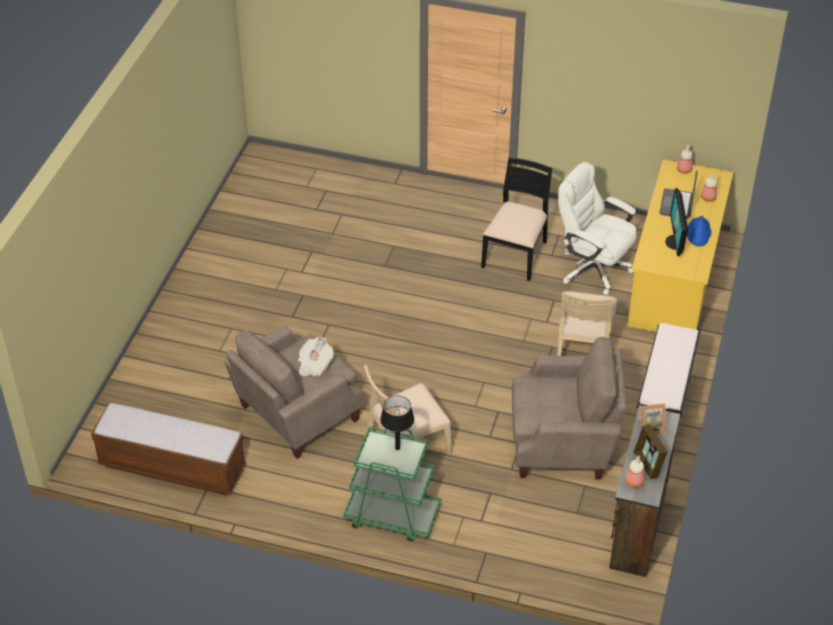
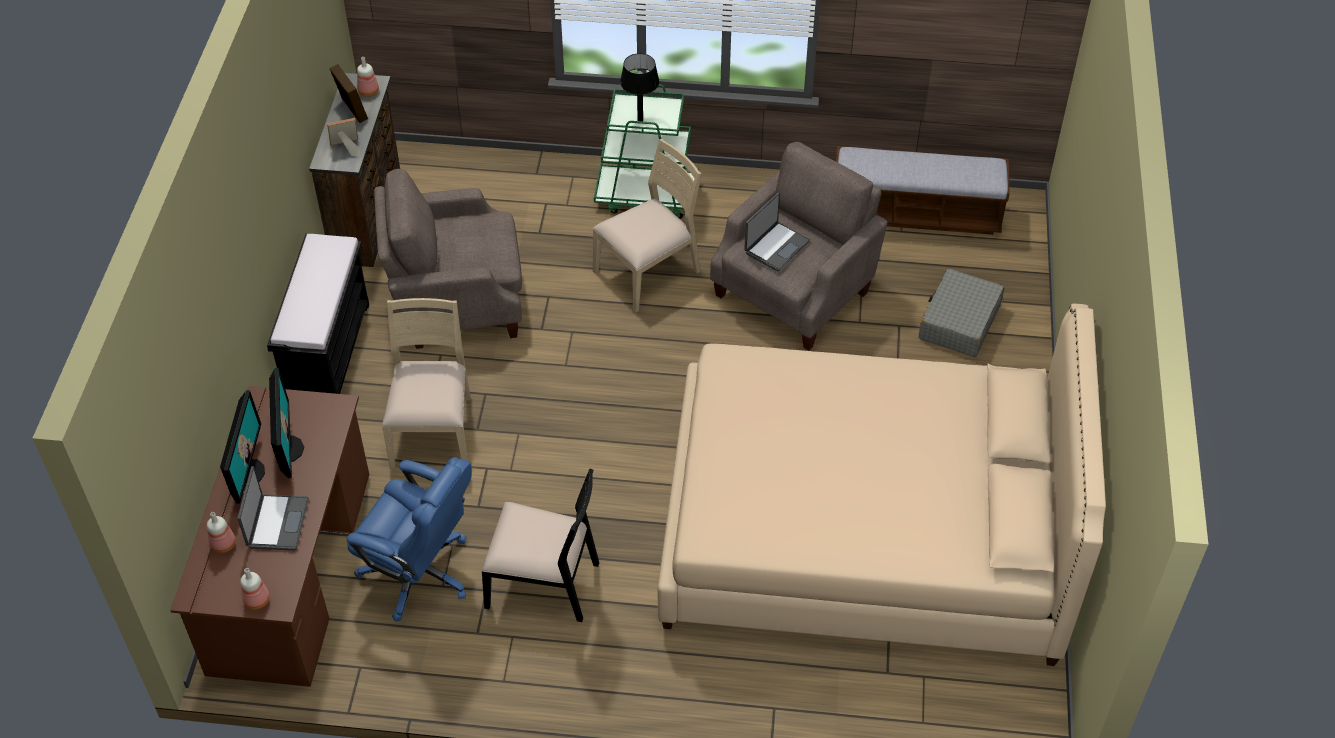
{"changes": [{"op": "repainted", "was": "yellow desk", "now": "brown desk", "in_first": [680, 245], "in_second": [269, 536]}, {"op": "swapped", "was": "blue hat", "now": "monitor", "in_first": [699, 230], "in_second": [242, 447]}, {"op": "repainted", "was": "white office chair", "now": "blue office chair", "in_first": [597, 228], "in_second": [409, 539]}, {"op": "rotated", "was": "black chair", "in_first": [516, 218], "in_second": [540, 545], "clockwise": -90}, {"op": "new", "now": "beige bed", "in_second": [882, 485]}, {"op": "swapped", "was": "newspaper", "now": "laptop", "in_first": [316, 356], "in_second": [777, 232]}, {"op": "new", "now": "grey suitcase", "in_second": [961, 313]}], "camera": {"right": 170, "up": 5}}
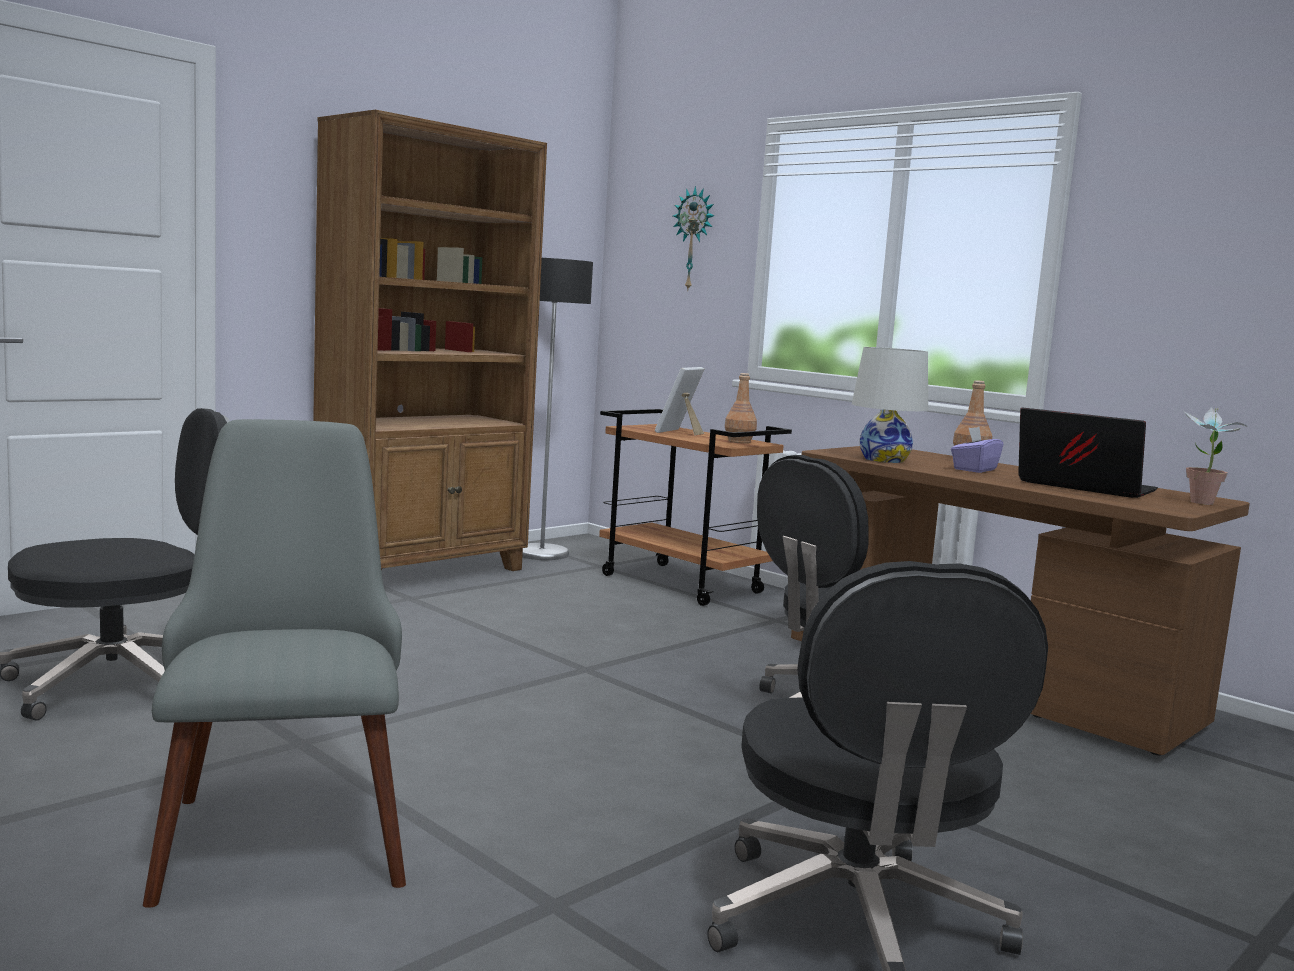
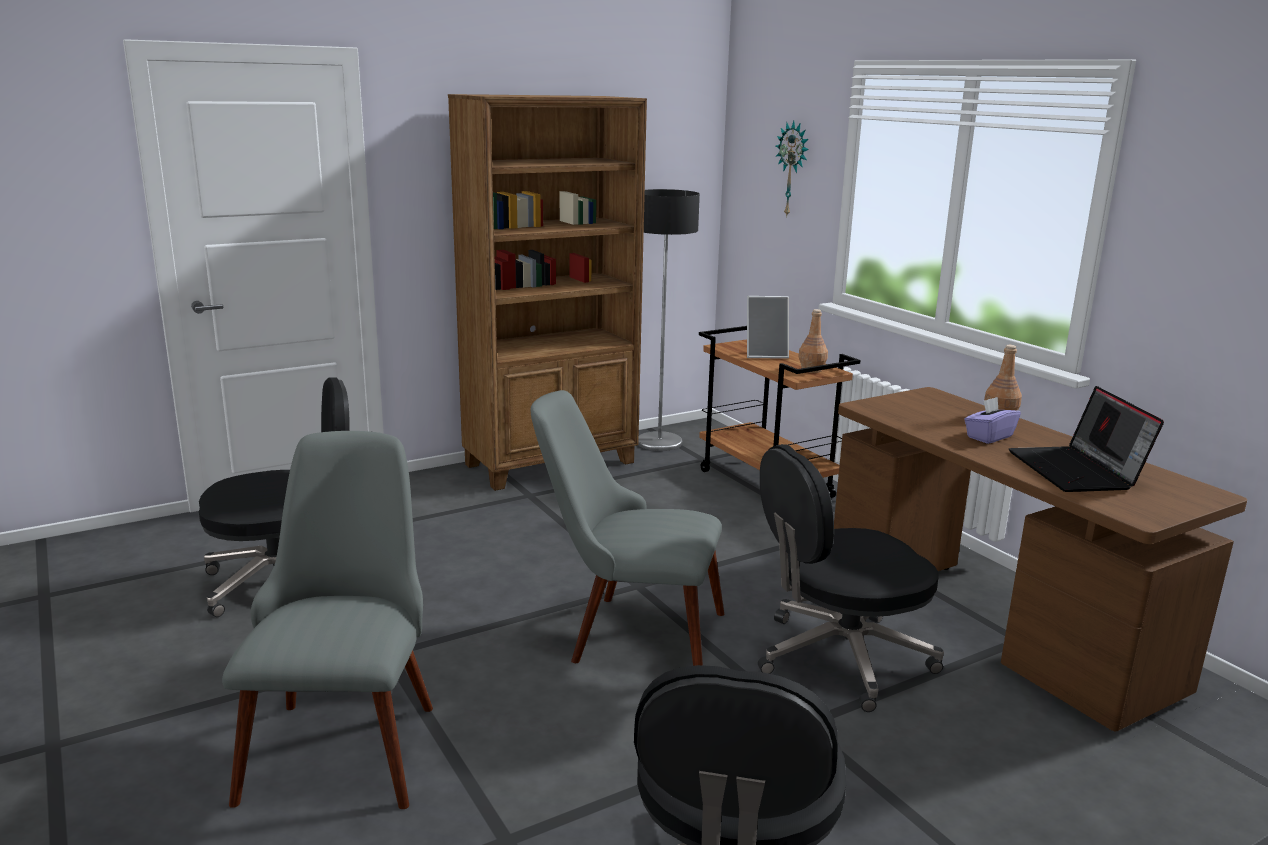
{"changes": [{"op": "new", "now": "grey chair", "in_second": [627, 528]}, {"op": "rotated", "was": "picture frame", "in_first": [679, 401], "in_second": [768, 327], "clockwise": -135}, {"op": "rotated", "was": "laptop", "in_first": [1088, 453], "in_second": [1086, 439], "clockwise": -150}, {"op": "gone", "was": "white table lamp", "in_first": [890, 405]}, {"op": "gone", "was": "potted plant", "in_first": [1215, 456]}], "camera": {"right": 15, "up": 10}}
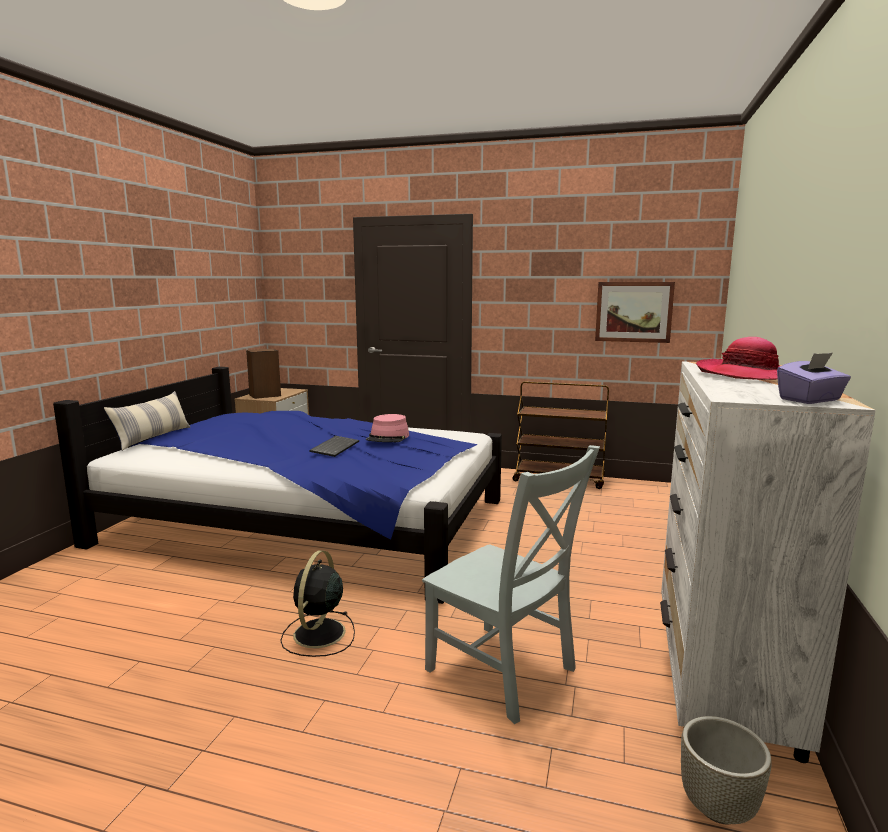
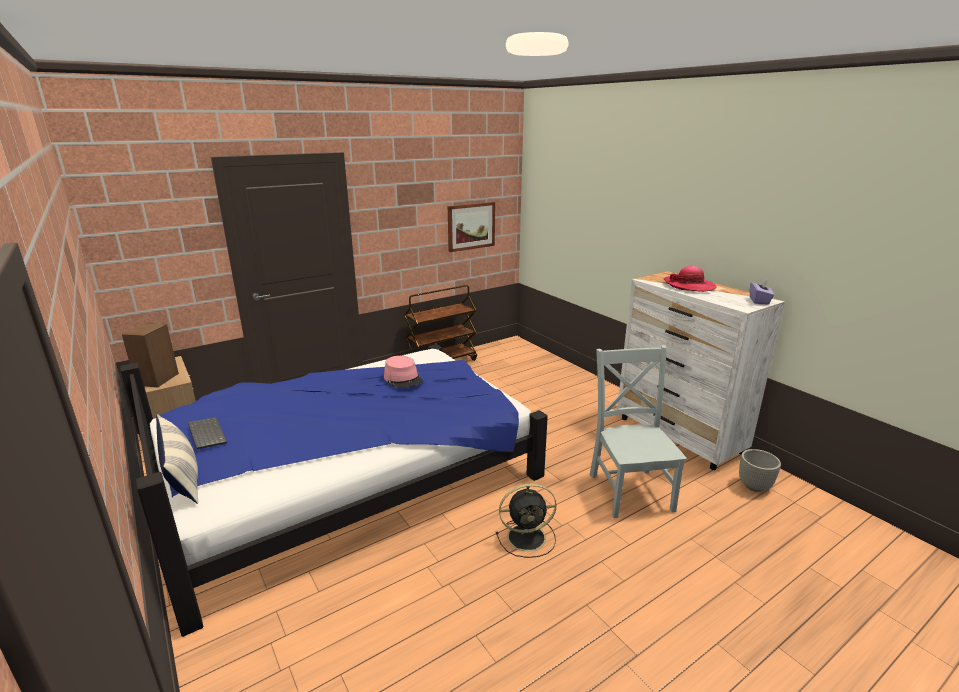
{"changes": [{"op": "shifted", "was": "keyboard", "in_first": [334, 446], "in_second": [207, 433]}, {"op": "rotated", "was": "black fan", "in_first": [317, 603], "in_second": [526, 521], "clockwise": -60}, {"op": "rotated", "was": "grey chair", "in_first": [511, 584], "in_second": [638, 431], "clockwise": -90}], "camera": {"right": -50, "up": 10}}
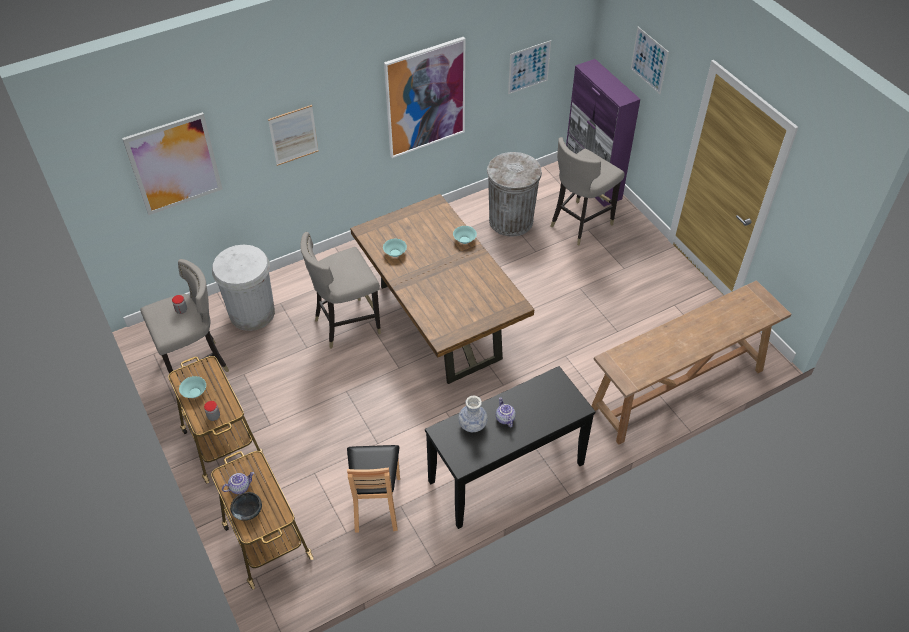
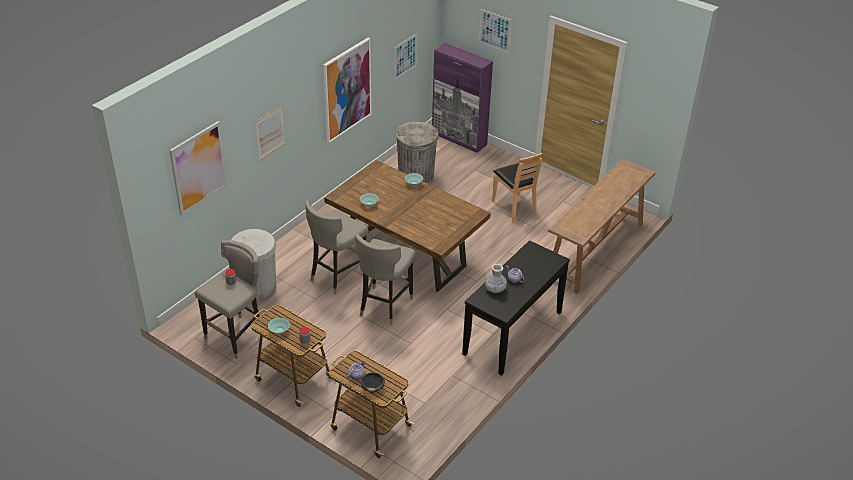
{"changes": [{"op": "shifted", "was": "grey stool", "in_first": [587, 191], "in_second": [385, 279]}, {"op": "shifted", "was": "brown chair", "in_first": [373, 489], "in_second": [517, 188]}], "camera": {"right": -25, "up": -10}}
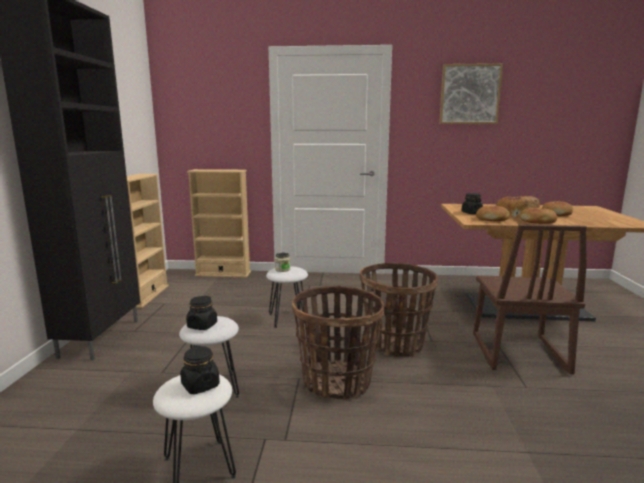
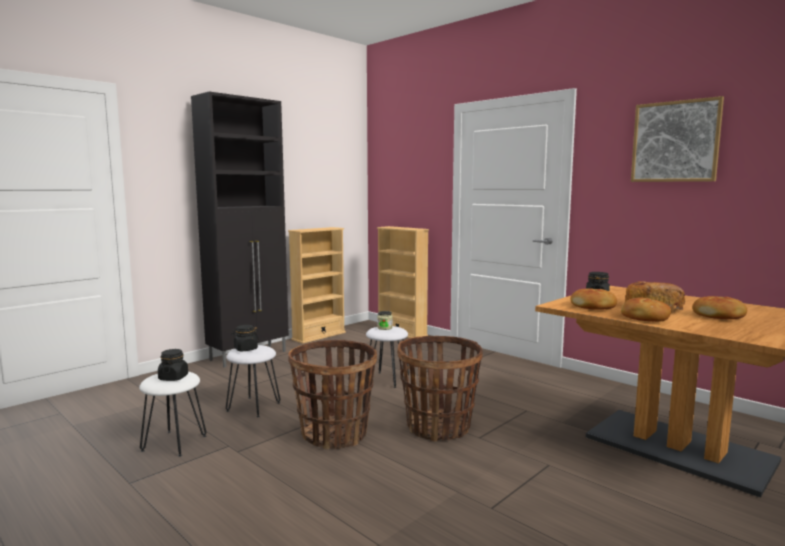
{"changes": [{"op": "gone", "was": "brown chair", "in_first": [530, 299]}], "camera": {"right": 40, "up": -5}}
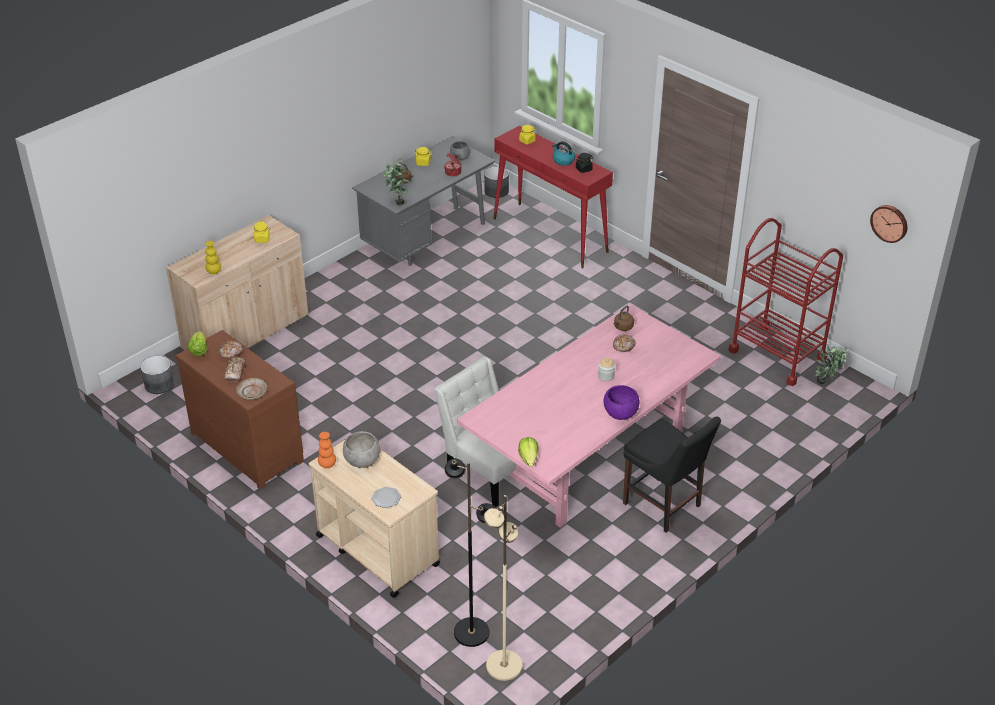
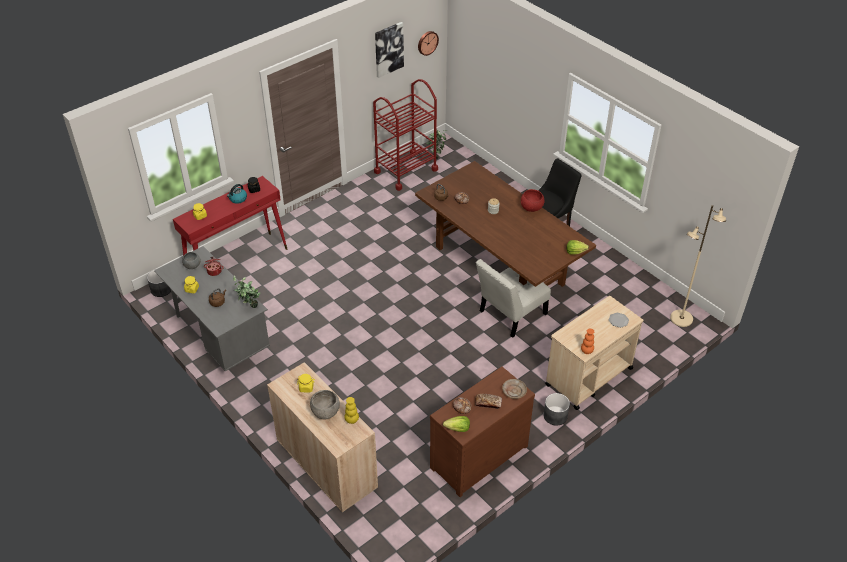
{"changes": [{"op": "shifted", "was": "grey bowl", "in_first": [361, 449], "in_second": [325, 405]}, {"op": "new", "now": "picture", "in_second": [389, 50]}, {"op": "repainted", "was": "pink dining table", "now": "brown dining table", "in_first": [589, 416], "in_second": [505, 224]}, {"op": "repainted", "was": "purple bowl", "now": "red bowl", "in_first": [622, 402], "in_second": [532, 200]}, {"op": "shifted", "was": "grey planter", "in_first": [157, 375], "in_second": [556, 409]}, {"op": "gone", "was": "black floor lamp", "in_first": [470, 553]}], "camera": {"right": -85, "up": 5}}
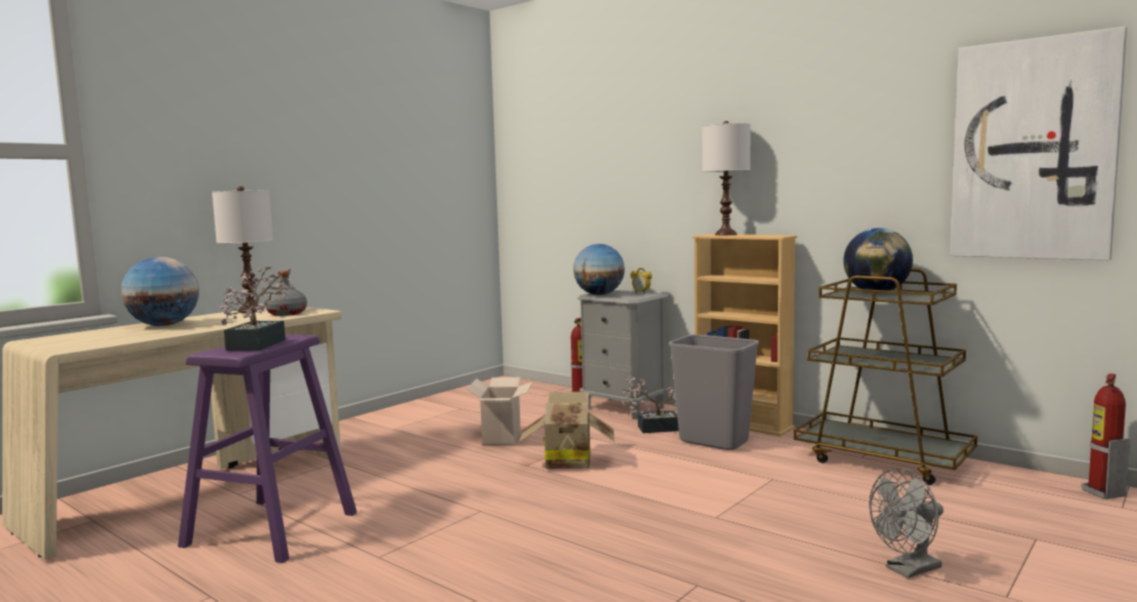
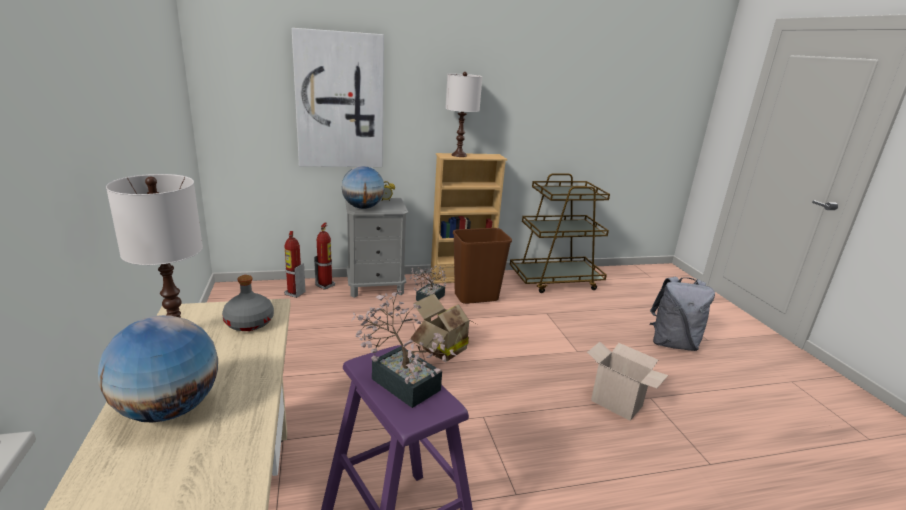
{"changes": [{"op": "shifted", "was": "fire extinguisher", "in_first": [1106, 436], "in_second": [294, 264]}, {"op": "shifted", "was": "picture", "in_first": [1038, 143], "in_second": [338, 97]}, {"op": "repainted", "was": "grey trash can", "now": "brown trash can", "in_first": [714, 392], "in_second": [482, 266]}, {"op": "shifted", "was": "cardboard box", "in_first": [500, 411], "in_second": [627, 381]}, {"op": "swapped", "was": "grey fan", "now": "grey backpack", "in_first": [906, 523], "in_second": [682, 313]}, {"op": "gone", "was": "globe", "in_first": [878, 260]}], "camera": {"right": -55, "up": 15}}
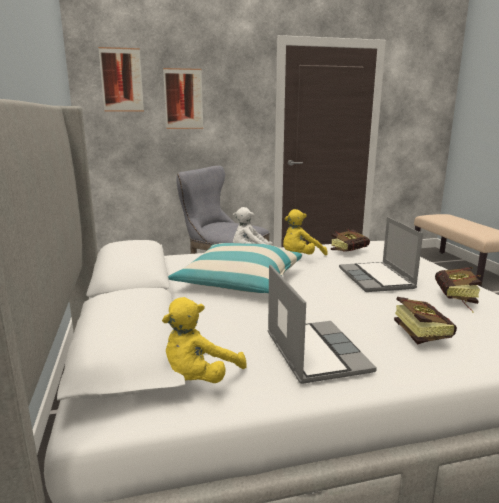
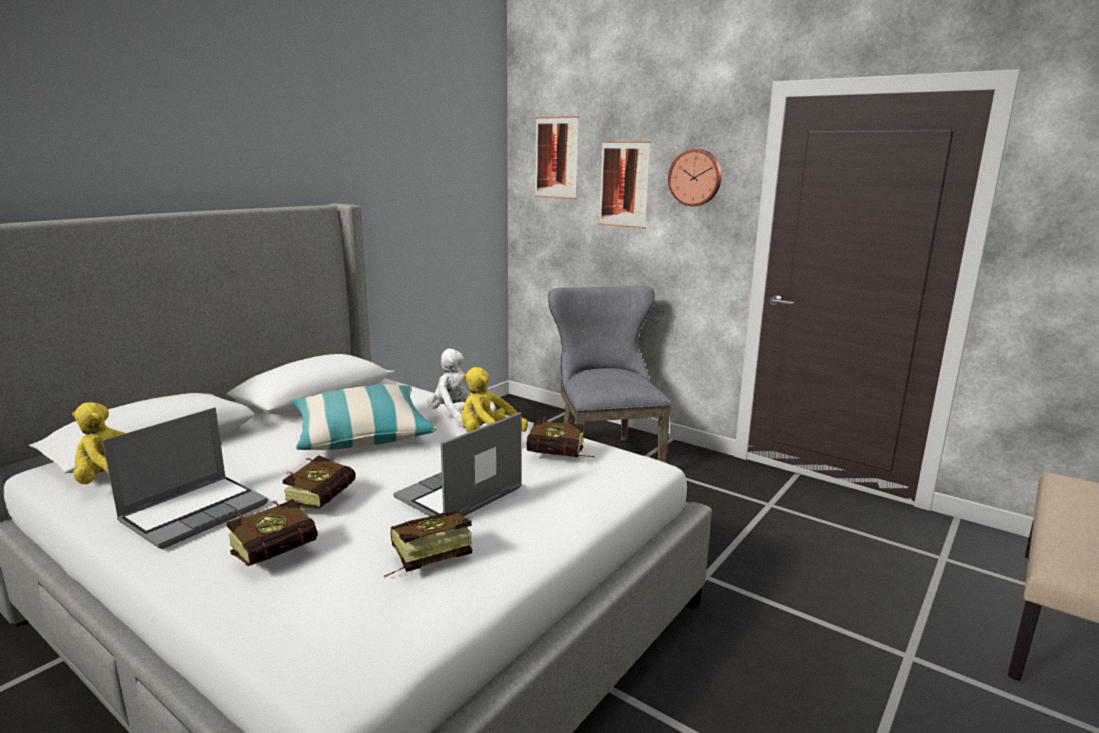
{"changes": [{"op": "new", "now": "book", "in_second": [319, 482]}, {"op": "new", "now": "wall clock", "in_second": [695, 177]}], "camera": {"right": 50, "up": 0}}
